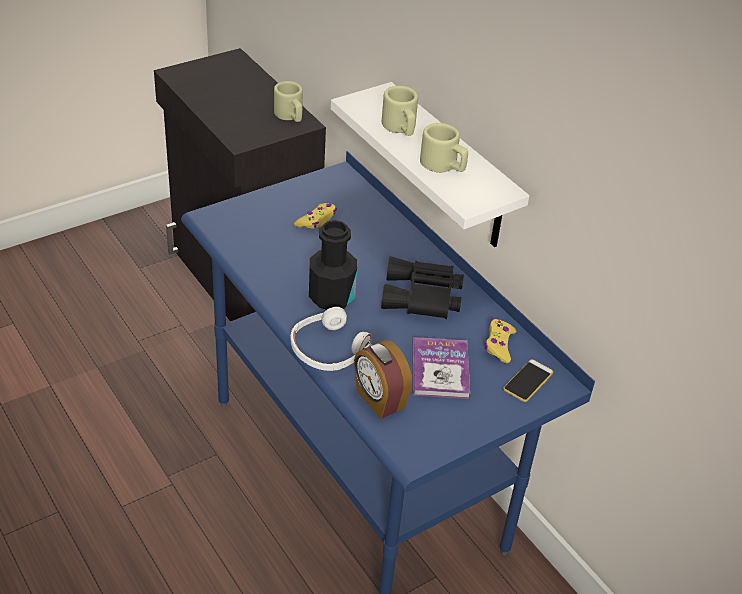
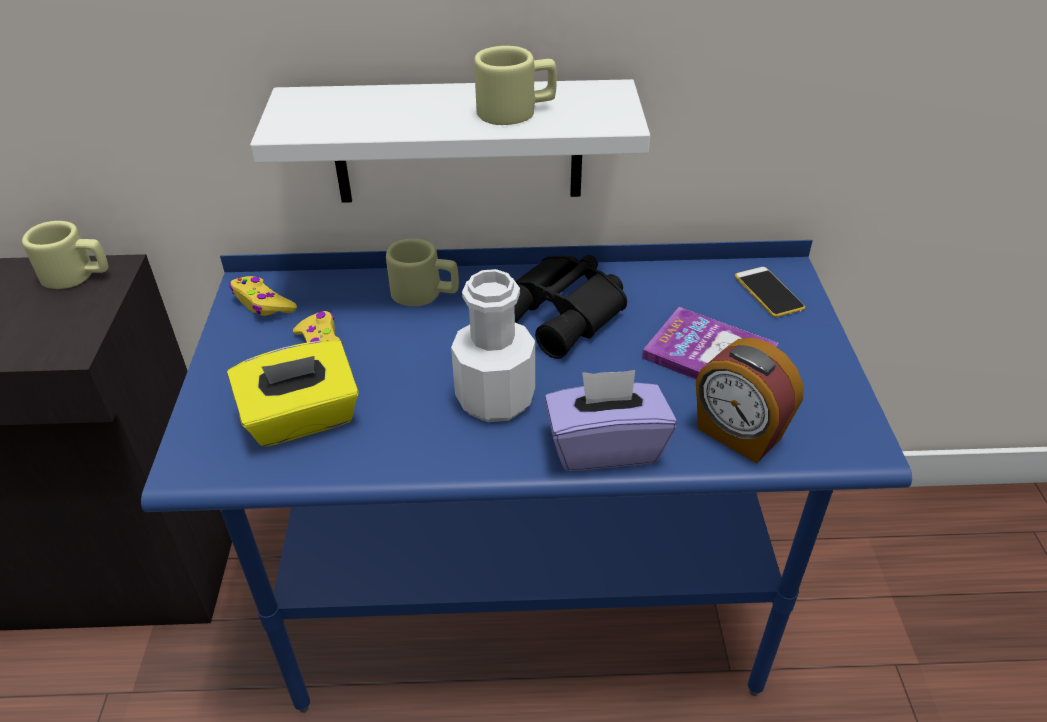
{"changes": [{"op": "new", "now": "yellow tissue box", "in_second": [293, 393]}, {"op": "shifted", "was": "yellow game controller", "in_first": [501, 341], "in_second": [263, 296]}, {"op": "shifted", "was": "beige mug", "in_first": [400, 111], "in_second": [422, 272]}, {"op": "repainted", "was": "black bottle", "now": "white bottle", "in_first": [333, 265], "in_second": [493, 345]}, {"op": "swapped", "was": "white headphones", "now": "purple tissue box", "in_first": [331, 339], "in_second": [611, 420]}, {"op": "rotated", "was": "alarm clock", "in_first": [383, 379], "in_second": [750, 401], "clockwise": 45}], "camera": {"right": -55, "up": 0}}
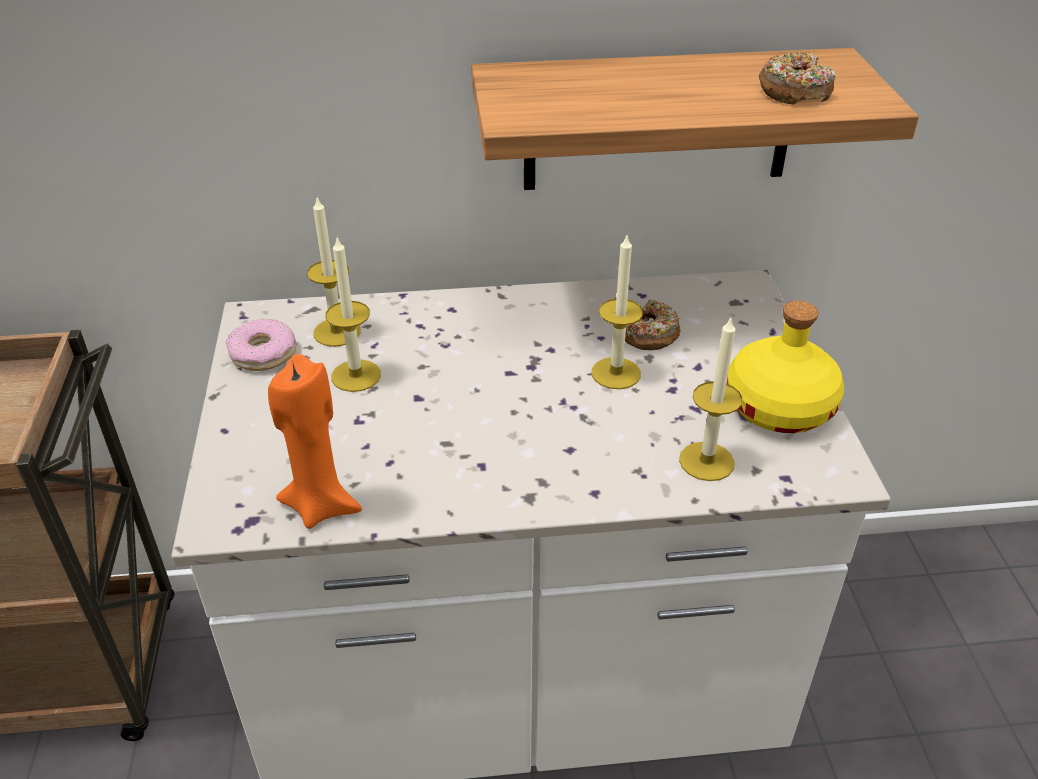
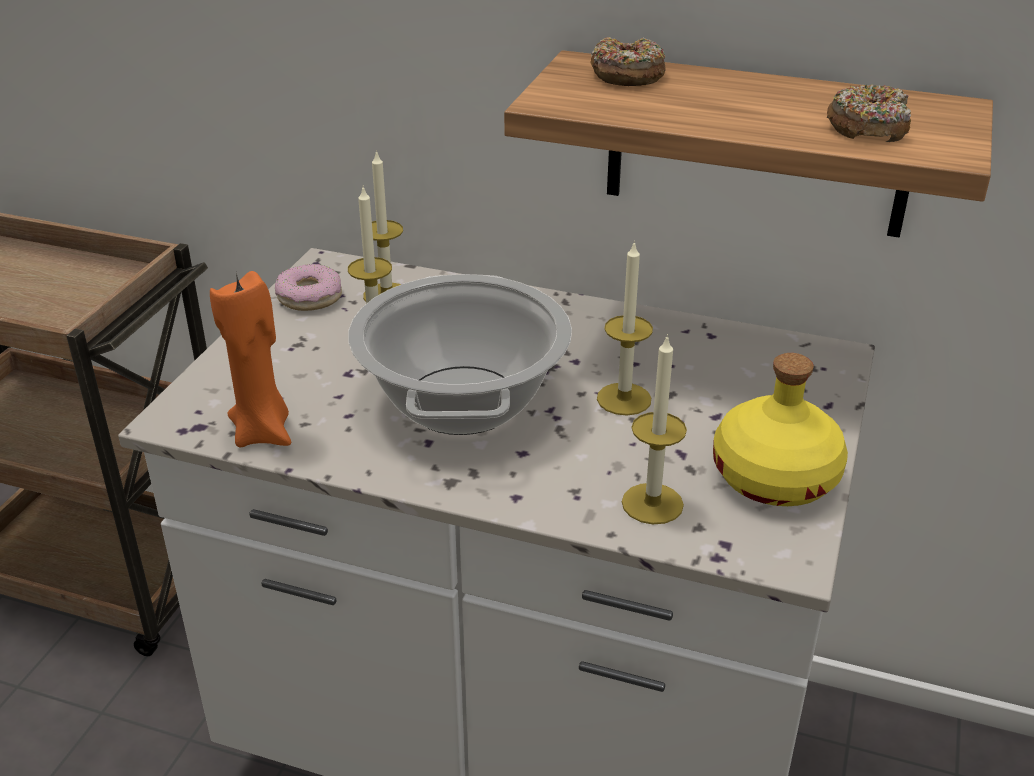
{"changes": [{"op": "new", "now": "cooking pot", "in_second": [460, 354]}, {"op": "shifted", "was": "donut", "in_first": [652, 325], "in_second": [628, 61]}], "camera": {"right": 25, "up": -5}}
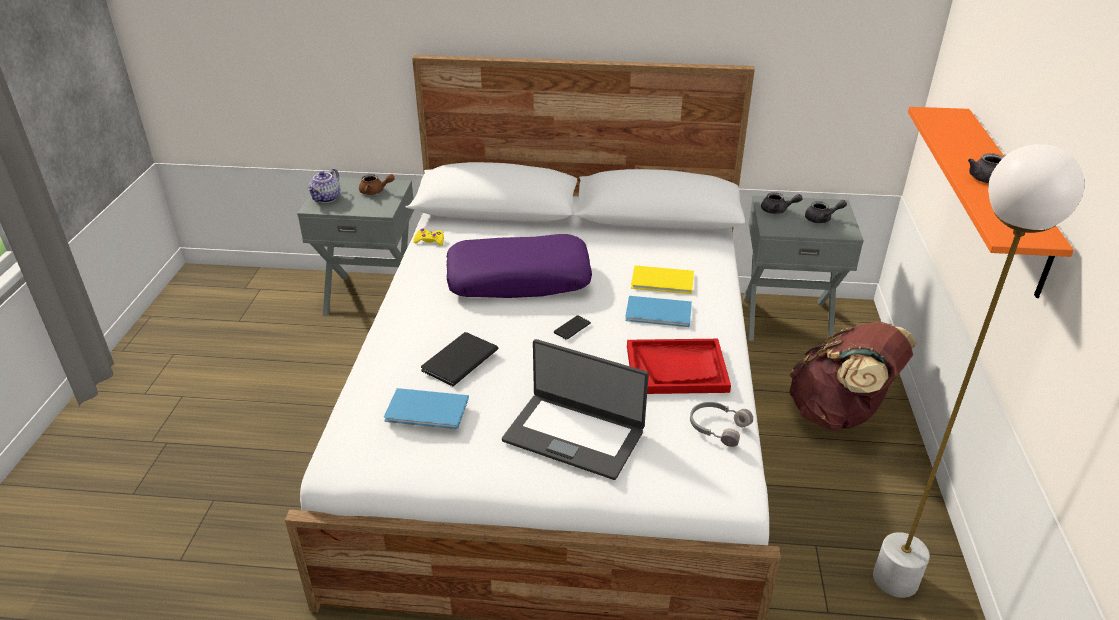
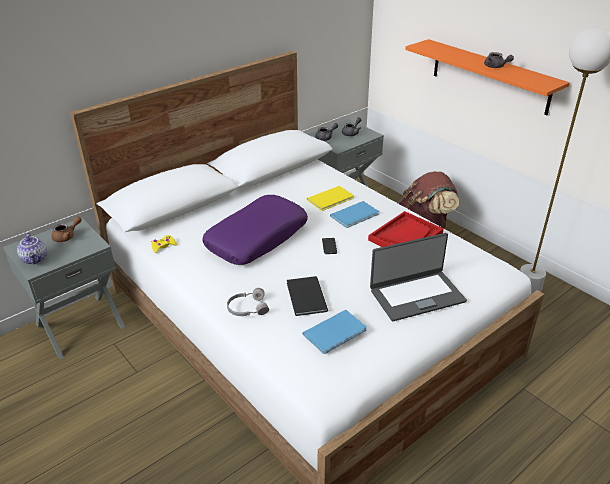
{"changes": [{"op": "shifted", "was": "grey headphones", "in_first": [721, 424], "in_second": [248, 302]}], "camera": {"right": -45, "up": 0}}
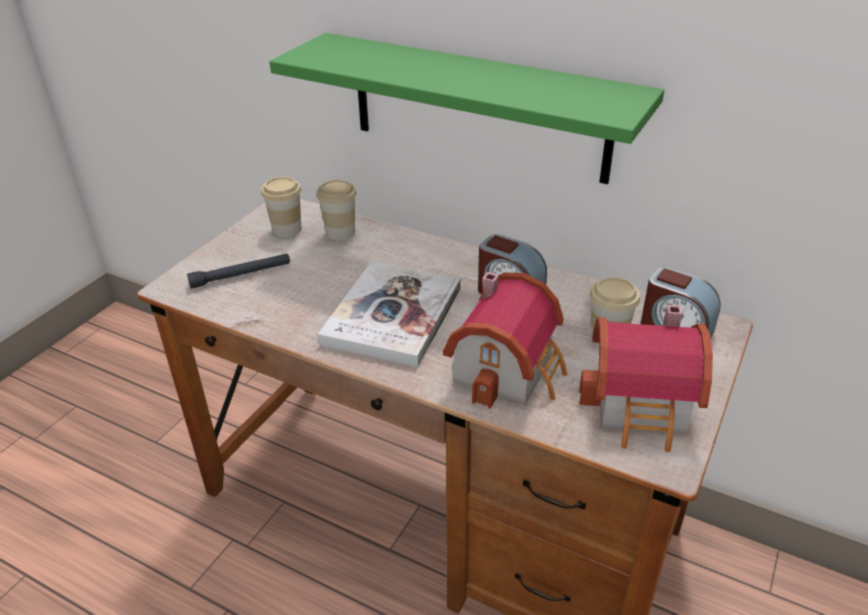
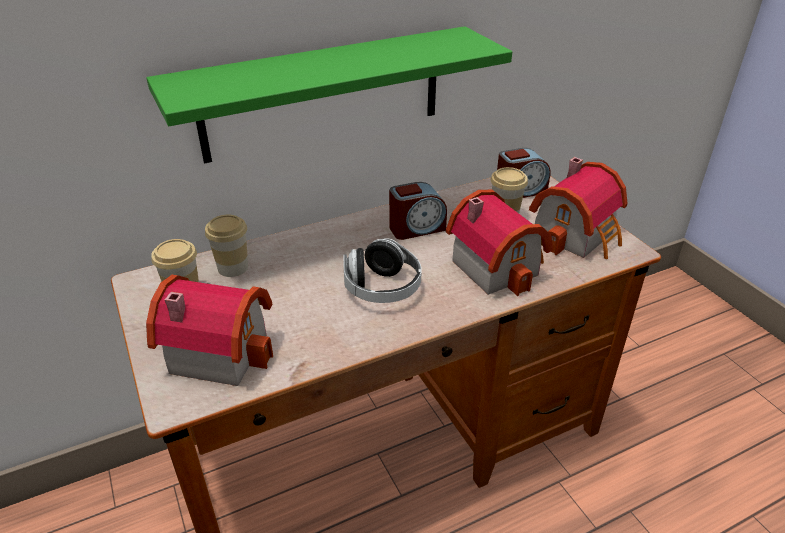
{"changes": [{"op": "swapped", "was": "black flashlight", "now": "toy house", "in_first": [238, 271], "in_second": [209, 330]}, {"op": "swapped", "was": "book", "now": "headphones", "in_first": [389, 314], "in_second": [382, 270]}], "camera": {"right": -55, "up": 0}}
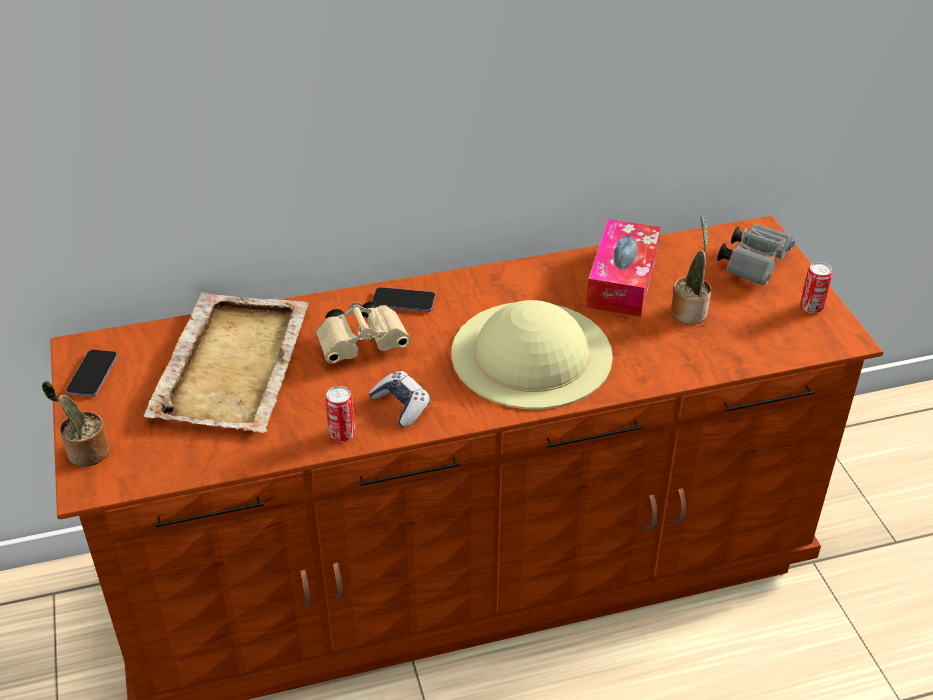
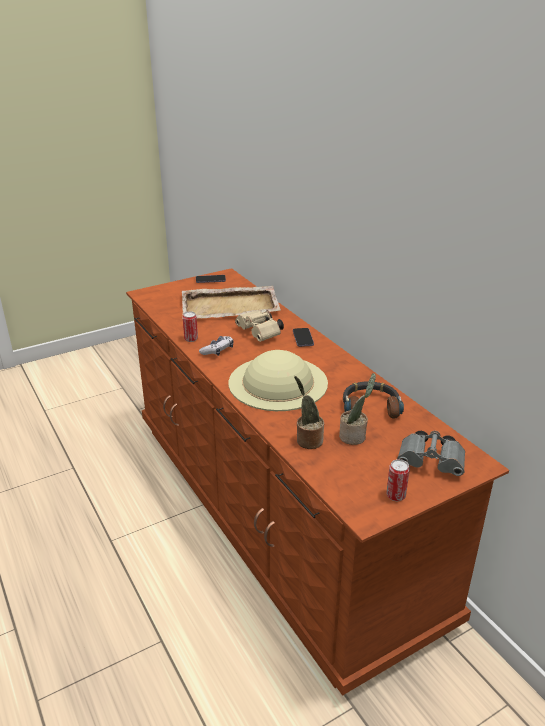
{"changes": [{"op": "shifted", "was": "potted plant", "in_first": [76, 424], "in_second": [309, 412]}, {"op": "swapped", "was": "tissue box", "now": "headphones", "in_first": [623, 268], "in_second": [373, 399]}], "camera": {"right": 75, "up": -10}}
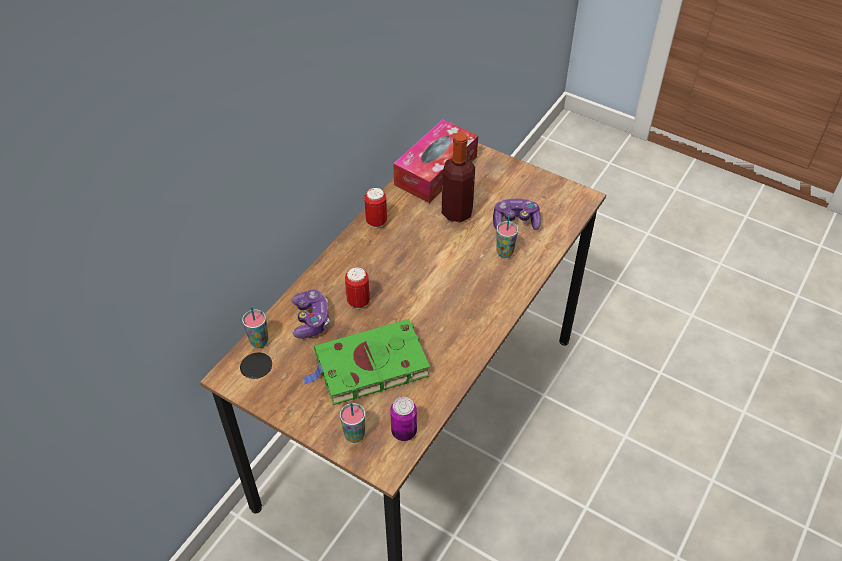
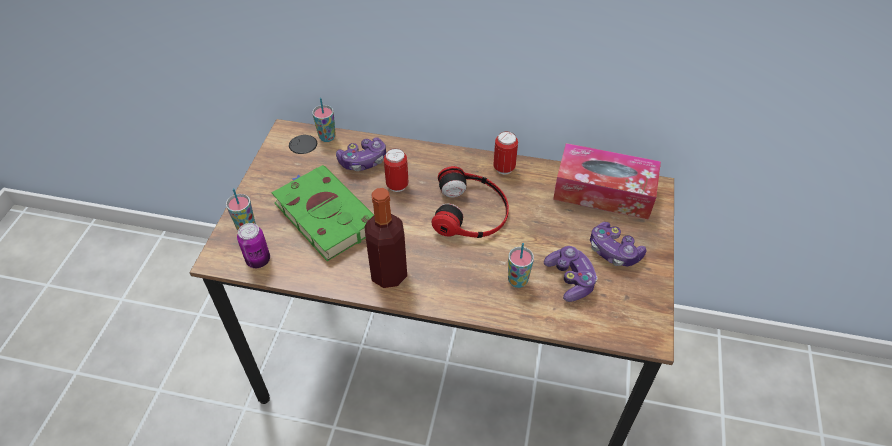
{"changes": [{"op": "shifted", "was": "bottle", "in_first": [458, 177], "in_second": [385, 238]}, {"op": "new", "now": "headphones", "in_second": [470, 202]}, {"op": "new", "now": "game controller", "in_second": [618, 244]}], "camera": {"right": 70, "up": 0}}
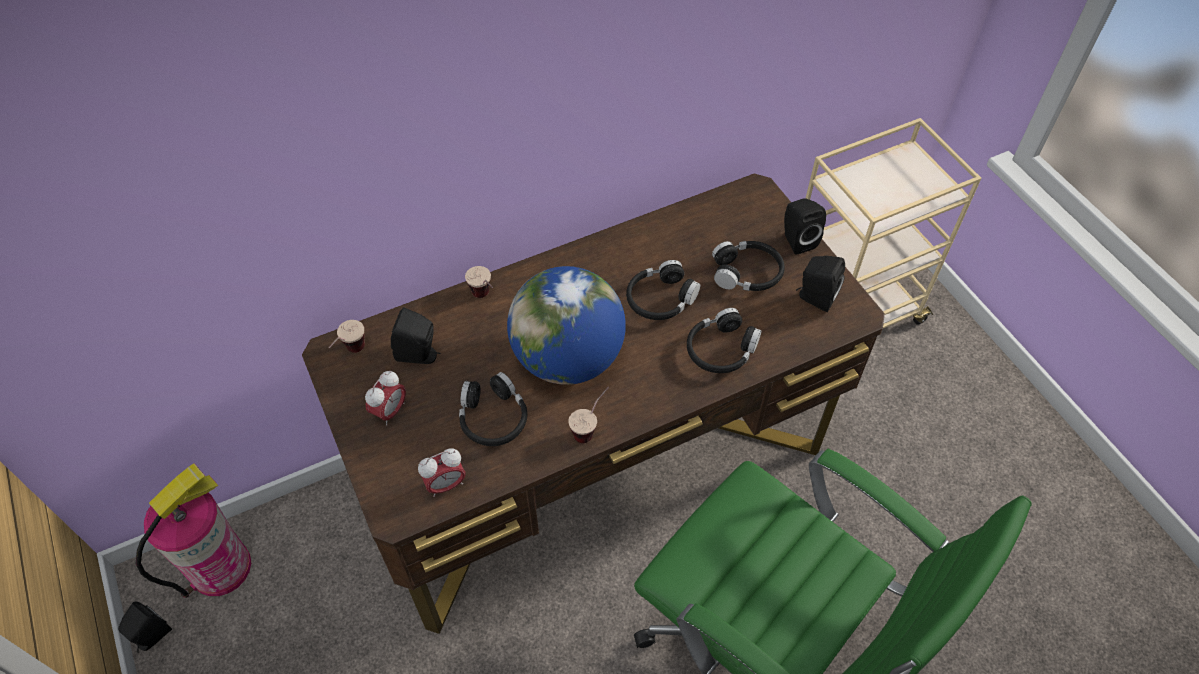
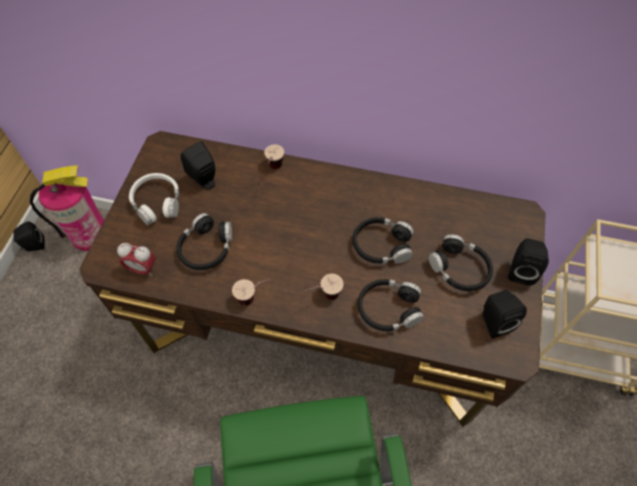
{"changes": [{"op": "swapped", "was": "alarm clock", "now": "white headphones", "in_first": [385, 398], "in_second": [154, 199]}, {"op": "shifted", "was": "cup", "in_first": [346, 336], "in_second": [324, 287]}, {"op": "gone", "was": "globe", "in_first": [566, 325]}], "camera": {"right": 40, "up": 5}}
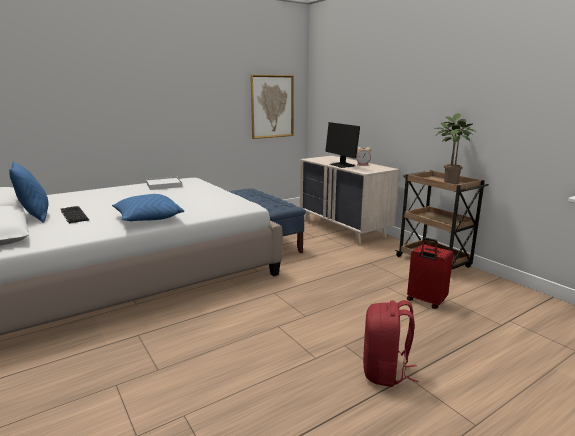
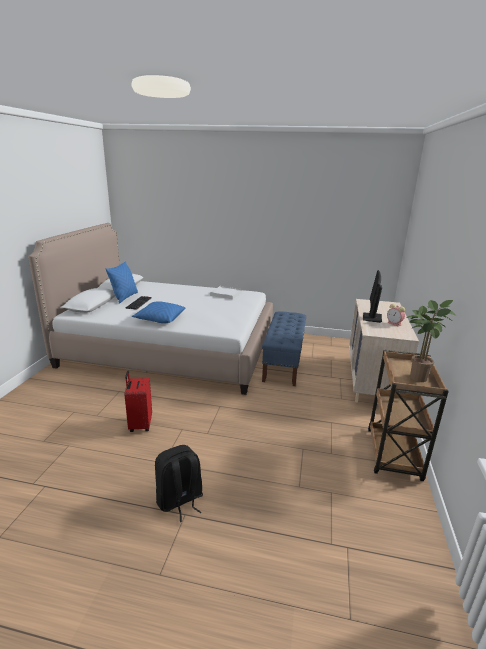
{"changes": [{"op": "shifted", "was": "red suitcase", "in_first": [430, 273], "in_second": [138, 401]}, {"op": "repainted", "was": "red backpack", "now": "black backpack", "in_first": [391, 343], "in_second": [179, 483]}, {"op": "gone", "was": "picture", "in_first": [272, 107]}], "camera": {"right": 45, "up": 5}}
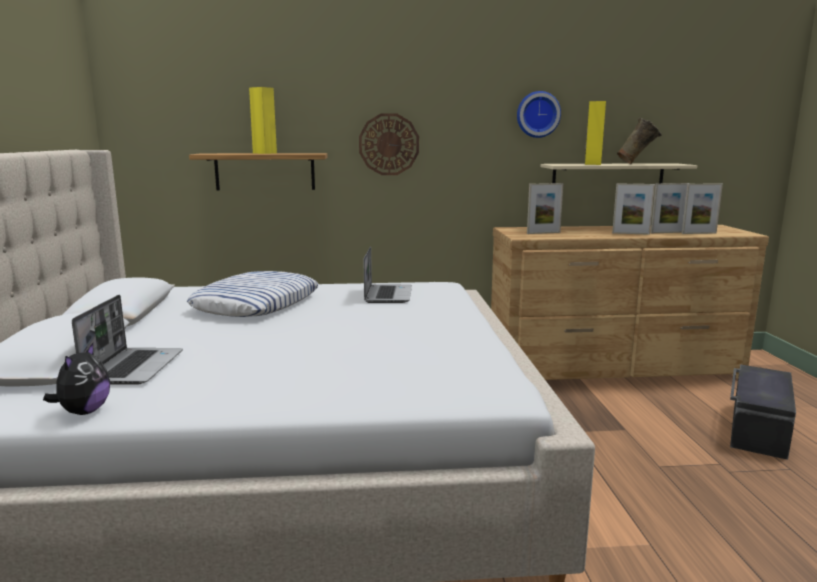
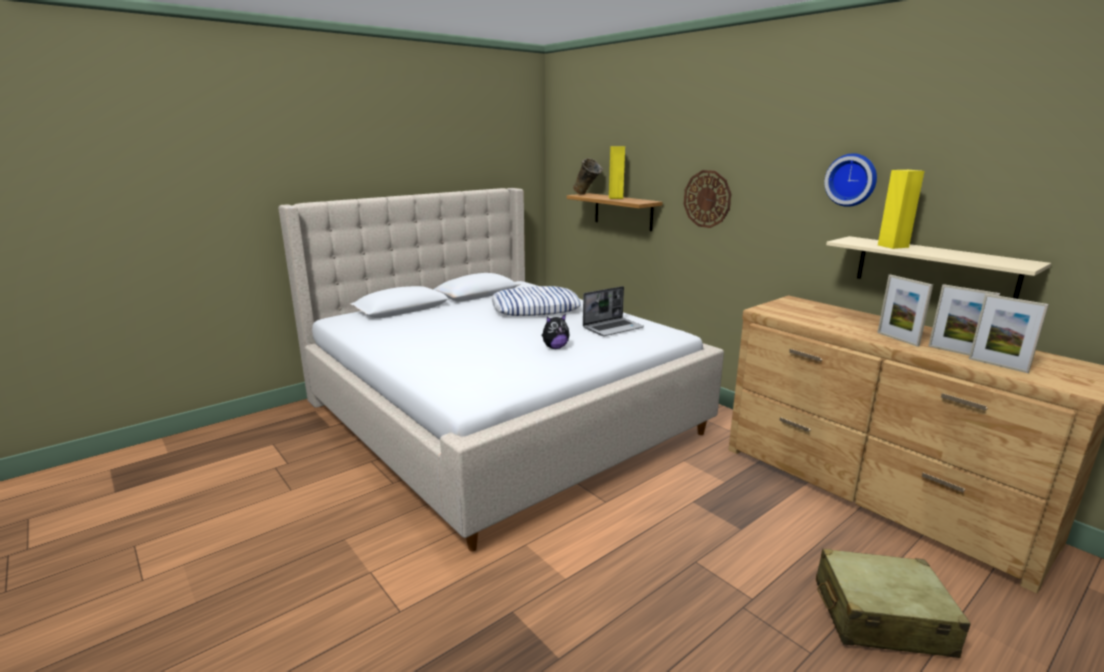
{"changes": [{"op": "shifted", "was": "plush toy", "in_first": [76, 379], "in_second": [555, 331]}, {"op": "shifted", "was": "beige vase", "in_first": [639, 141], "in_second": [588, 176]}, {"op": "swapped", "was": "black storage box", "now": "beige suitcase", "in_first": [763, 412], "in_second": [893, 603]}, {"op": "gone", "was": "laptop", "in_first": [127, 340]}, {"op": "gone", "was": "picture frame", "in_first": [545, 208]}], "camera": {"right": 55, "up": 5}}
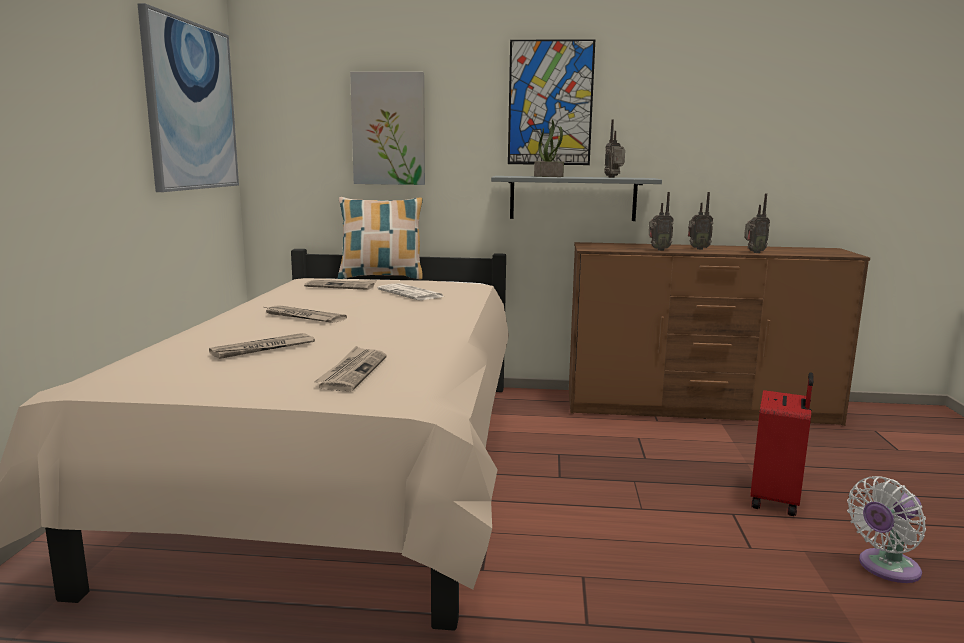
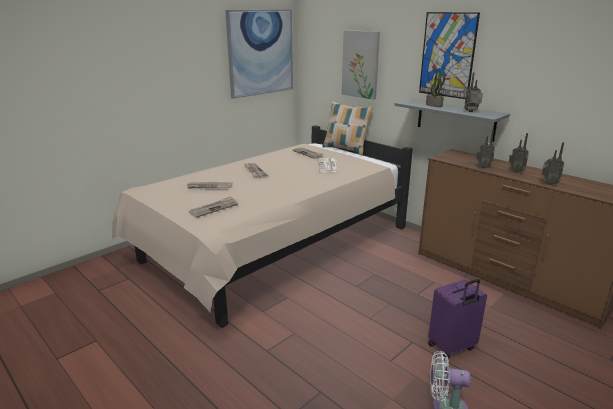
{"changes": [{"op": "repainted", "was": "red suitcase", "now": "purple suitcase", "in_first": [782, 444], "in_second": [457, 319]}], "camera": {"right": 40, "up": 10}}
